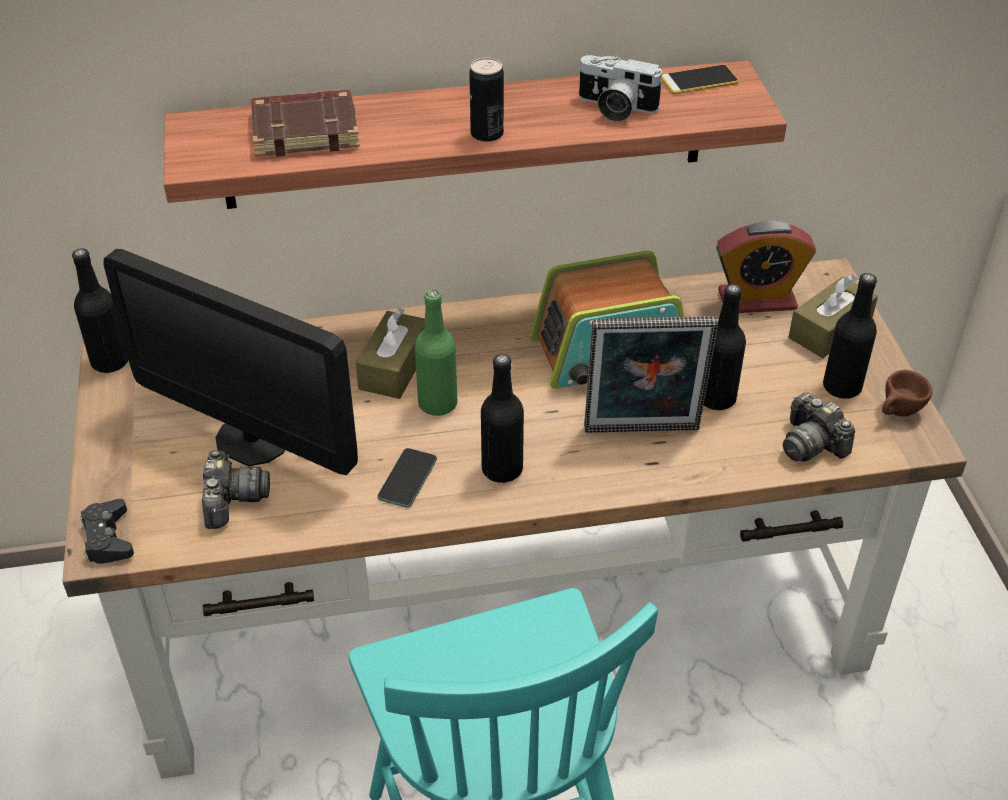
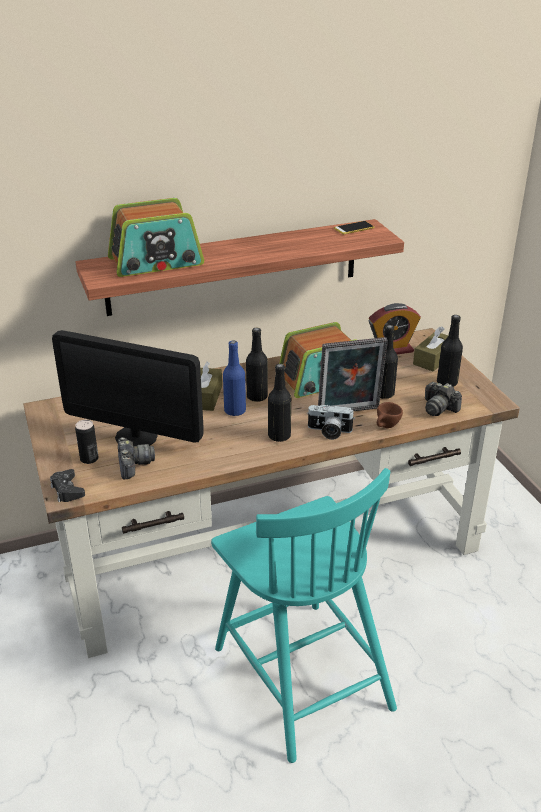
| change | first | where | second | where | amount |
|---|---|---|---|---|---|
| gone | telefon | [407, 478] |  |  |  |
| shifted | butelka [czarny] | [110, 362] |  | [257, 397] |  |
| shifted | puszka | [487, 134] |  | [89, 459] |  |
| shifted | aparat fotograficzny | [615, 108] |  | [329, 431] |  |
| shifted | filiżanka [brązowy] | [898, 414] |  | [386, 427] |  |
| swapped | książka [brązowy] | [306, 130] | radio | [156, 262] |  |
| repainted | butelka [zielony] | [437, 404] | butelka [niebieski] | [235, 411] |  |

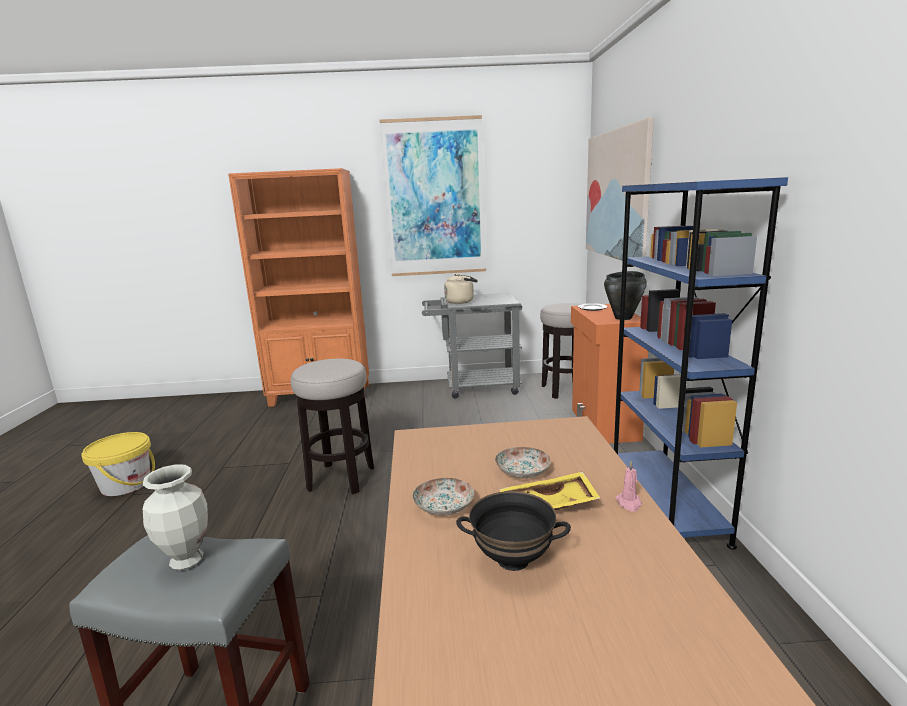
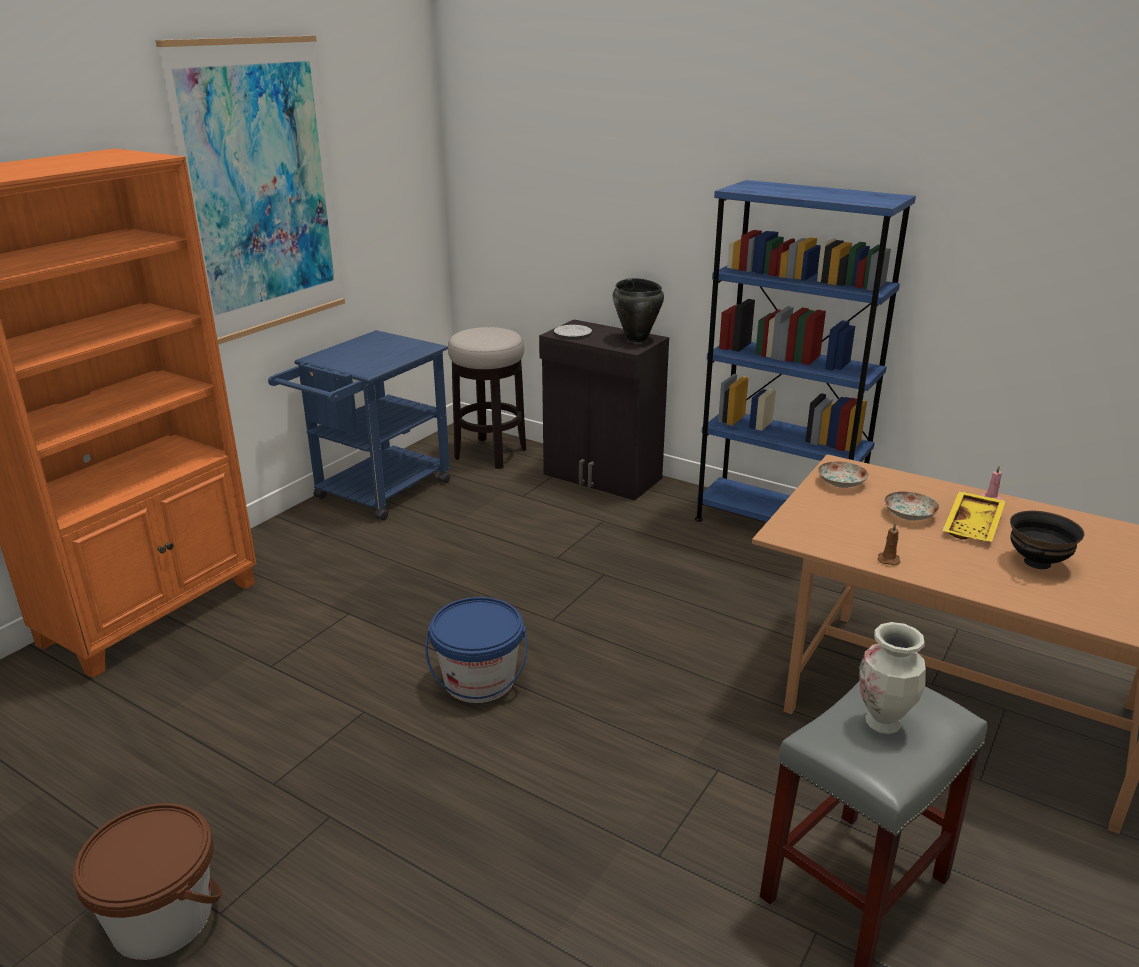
| change | first | where | second | where | amount |
|---|---|---|---|---|---|
| gone | czajnik [beżowy] | [461, 301] |  |  |  |
| gone | obraz | [616, 194] |  |  |  |
| new |  |  | świeca [brązowy] | [888, 559] |  |
| shifted | talerz | [444, 506] |  | [841, 482] |  |
| swapped | stołek | [341, 479] | wiadro [niebieski] | [479, 680] |  |
| repainted | wiadro [żółty] | [126, 484] | wiadro [brązowy] | [162, 918] |  |
| repainted | wózek [szary] | [475, 387] | wózek [niebieski] | [375, 494] |  |
| repainted | szafka [pomarańczowy] | [603, 424] | szafka [czarny] | [602, 477] |  |

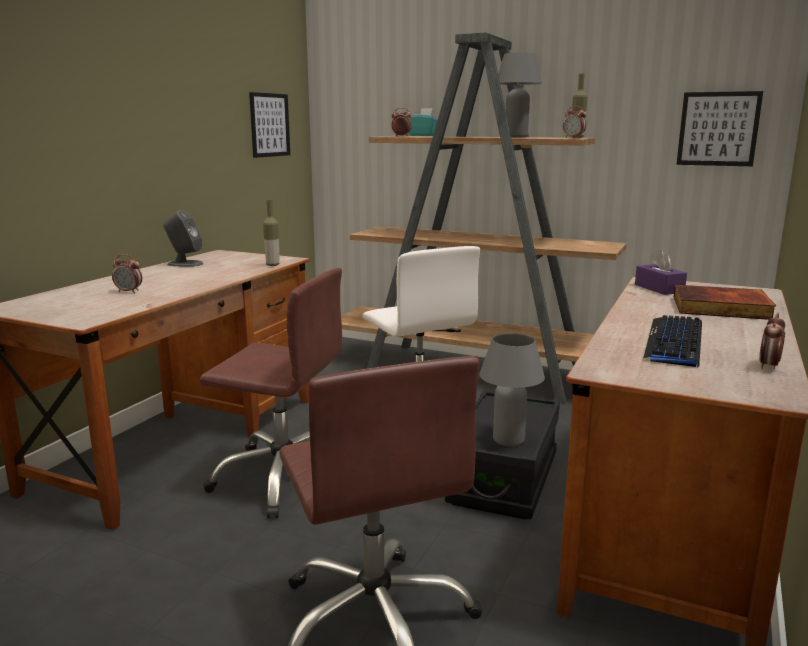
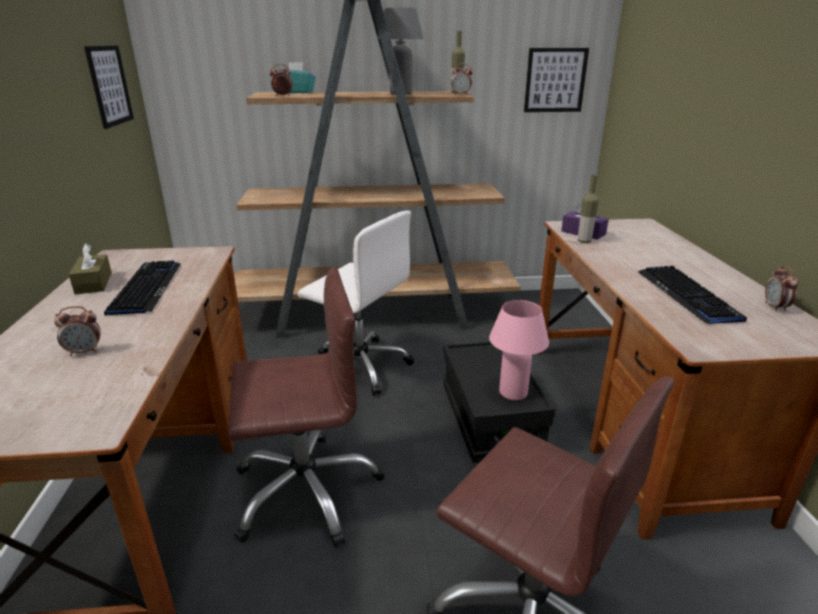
| change | first | where | second | where | amount |
|---|---|---|---|---|---|
| gone | książka | [720, 308] |  |  |  |
| new |  |  | klawiatura | [146, 288] |  |
| shifted | butelka | [272, 265] |  | [584, 241] |  |
| swapped | głośnik [szary] | [184, 264] | pudełko chusteczek [brązowy] | [94, 283] |  |
| repainted | lampa stołowa [szary] | [508, 440] | lampa stołowa [różowy] | [513, 393] |  |

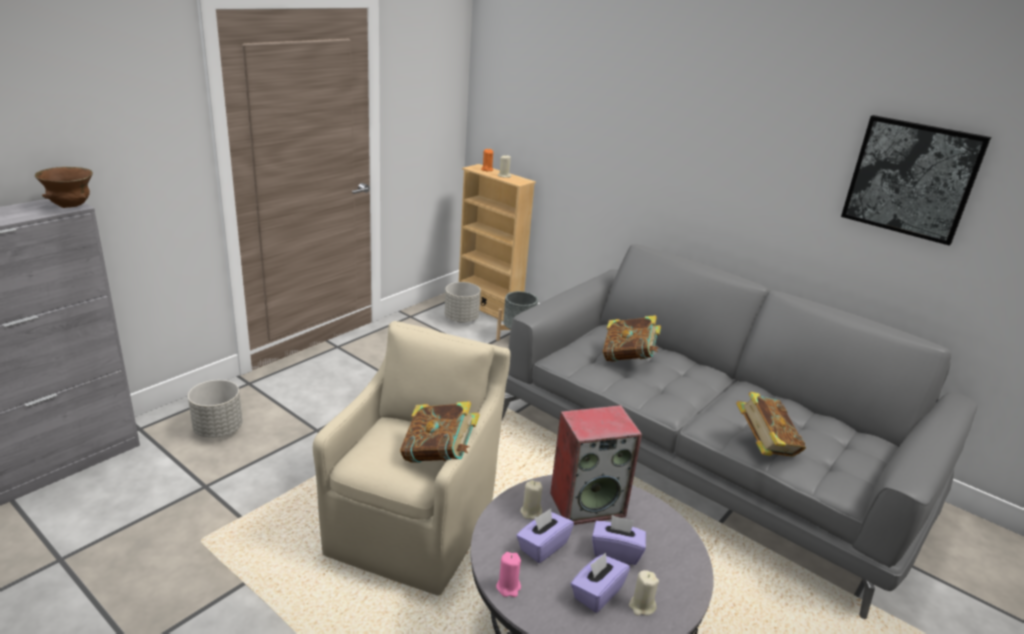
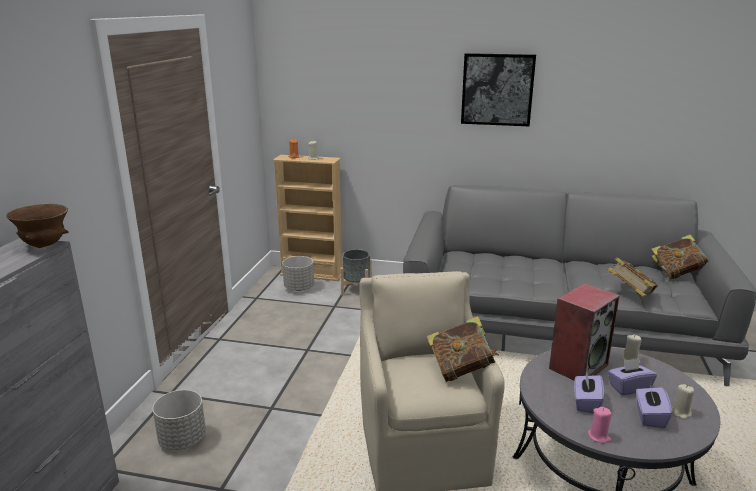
| change | first | where | second | where | amount |
|---|---|---|---|---|---|
| shifted | świeca [beżowy] | [531, 512] |  | [630, 359] |  |
| shifted | książka | [628, 358] |  | [676, 273] |  |
| shifted | obraz | [911, 178] |  | [497, 89] |  |

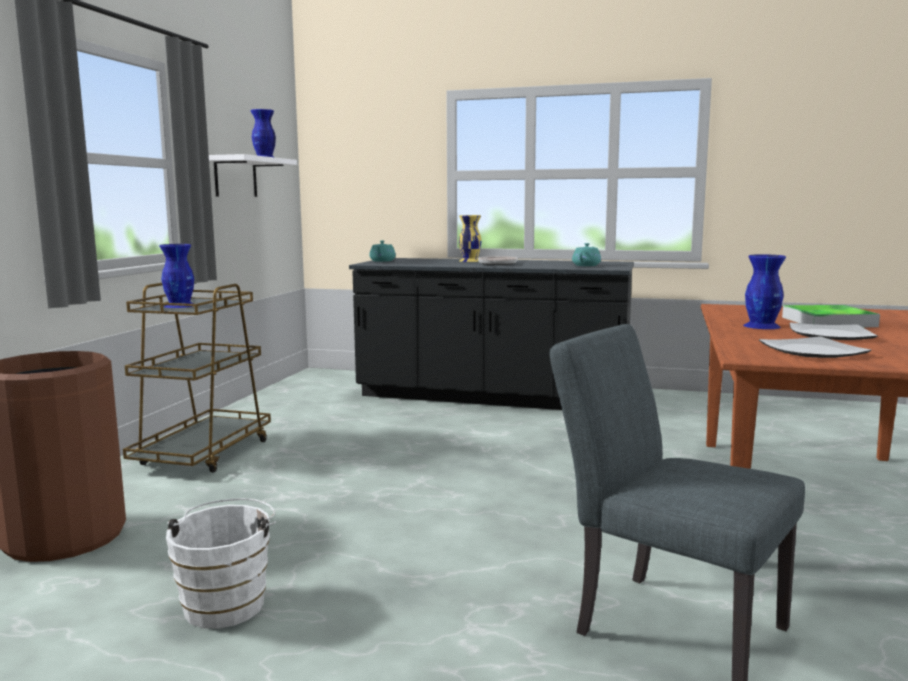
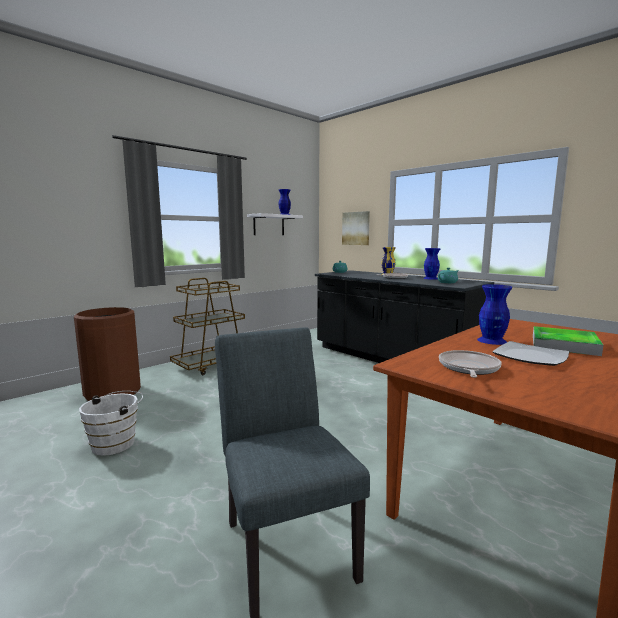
| change | first | where | second | where | amount |
|---|---|---|---|---|---|
| new |  |  | obraz | [356, 228] |  |
| shifted | wazon [niebieski] | [180, 305] |  | [431, 278] |  |
| swapped | talerz | [812, 351] | patelnia | [468, 368] |  |

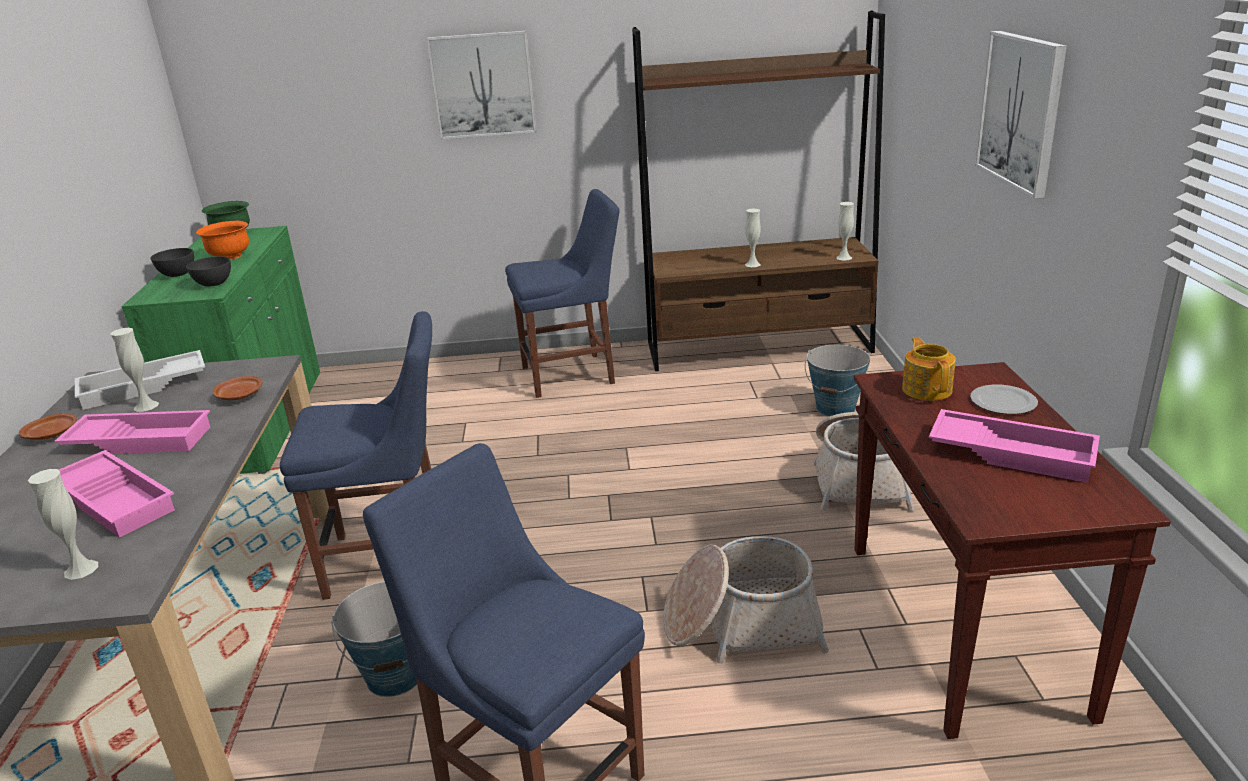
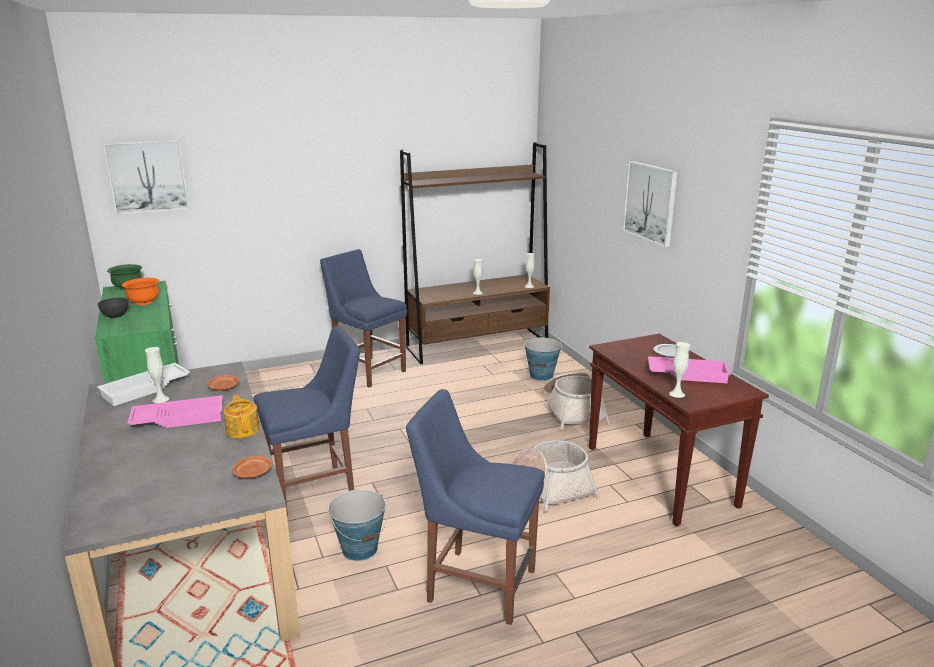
| change | first | where | second | where | amount |
|---|---|---|---|---|---|
| gone | taca [różowy] | [117, 500] |  |  |  |
| gone | miska [szary] | [213, 284] |  |  |  |
| shifted | talerz [brązowy] | [52, 434] |  | [253, 473] |  |
| shifted | wazon [biały] | [81, 569] |  | [677, 394] |  |
| shifted | obraz | [483, 85] |  | [147, 176] |  |
| shifted | imbryk | [927, 389] |  | [243, 429] |  |
| rotated | krzesło [niebieski] | [573, 374] |  | [367, 370] | 105 degrees counterclockwise |

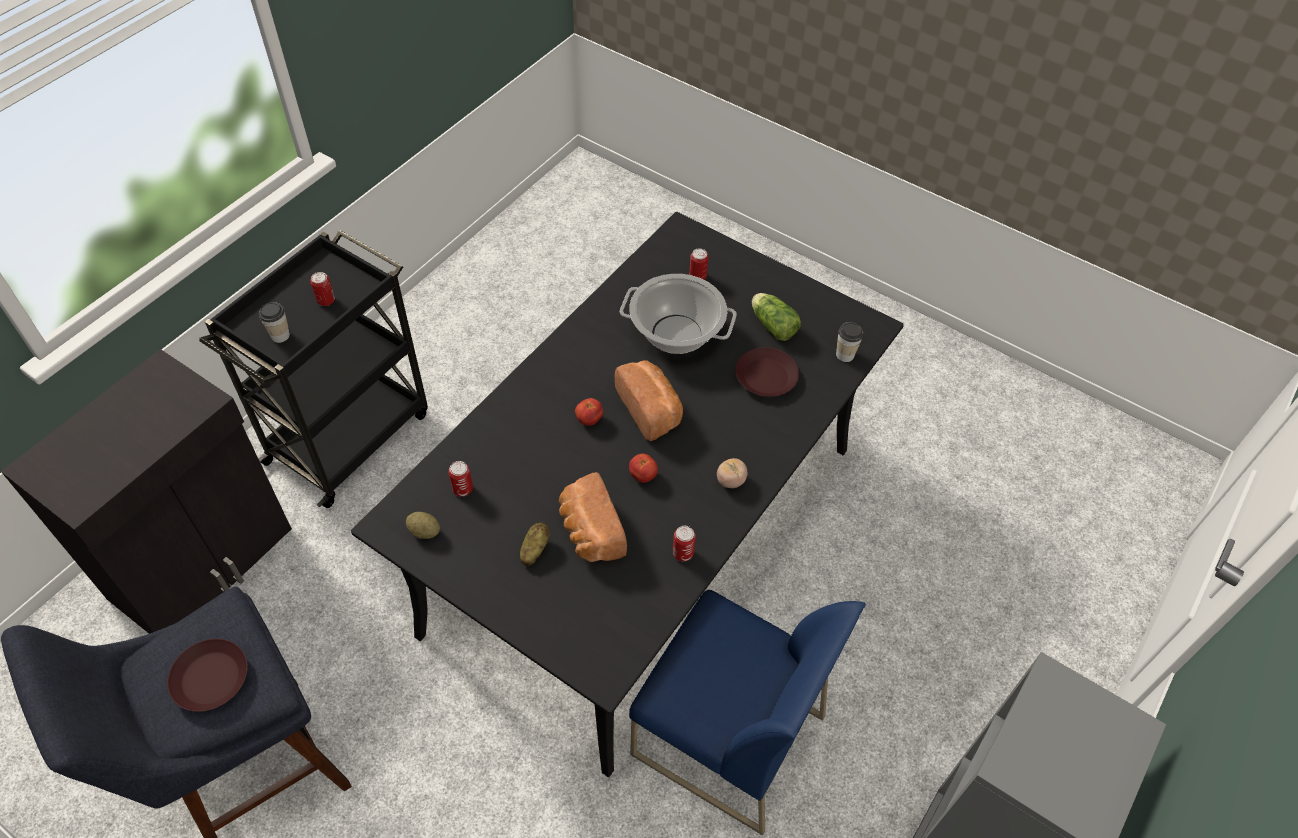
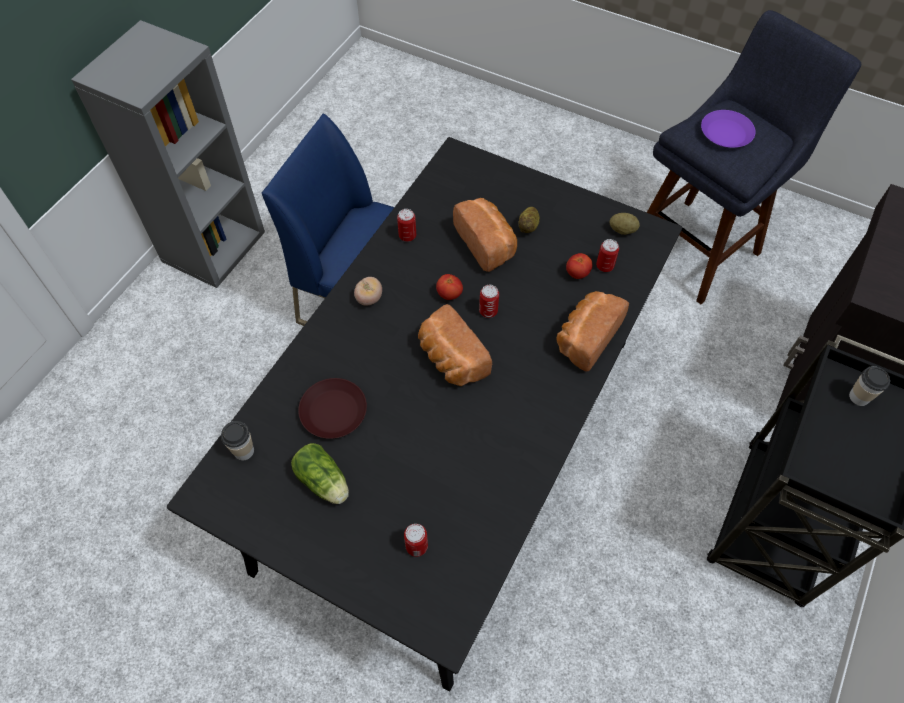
| change | first | where | second | where | amount |
|---|---|---|---|---|---|
| gone | garnek | [676, 334] |  |  |  |
| new |  |  | chleb | [586, 337] |  |
| shifted | puszka | [326, 300] |  | [488, 311] |  |
| shifted | pomidor | [589, 419] |  | [577, 273] |  |
| repainted | talerz [brązowy] | [211, 677] | talerz [fioletowy] | [726, 134] |  |

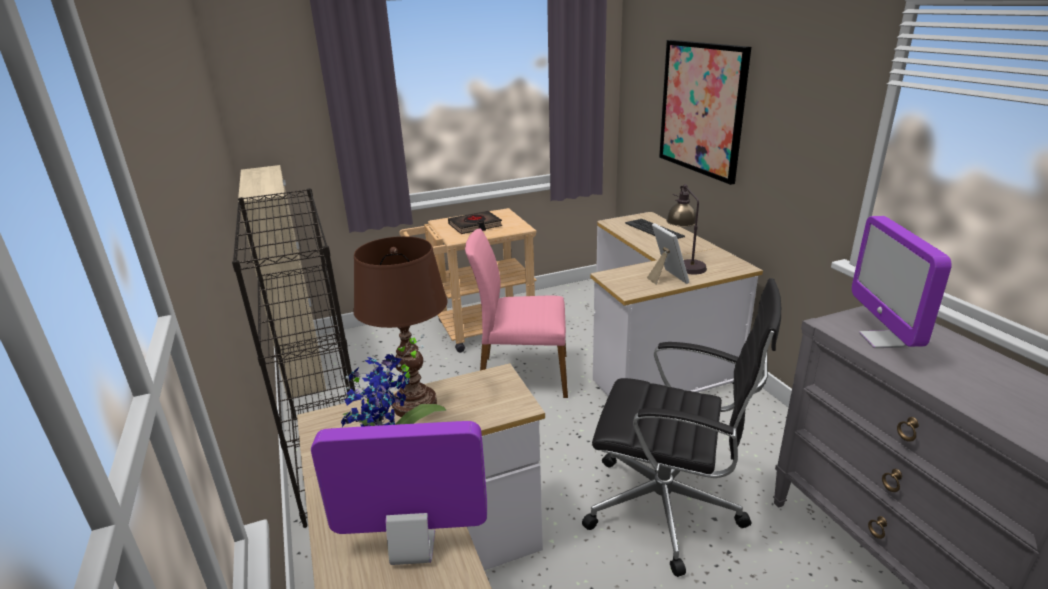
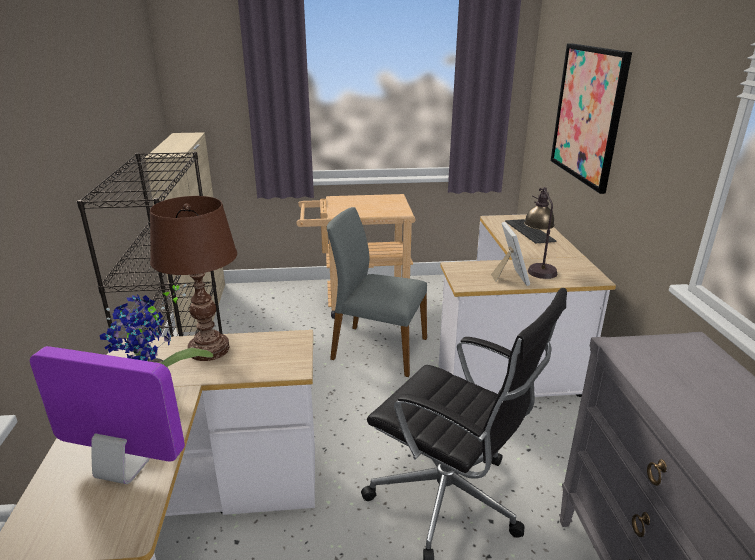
| change | first | where | second | where | amount |
|---|---|---|---|---|---|
| gone | książka [czarny] | [475, 226] |  |  |  |
| gone | monitor | [883, 340] |  |  |  |
| repainted | krzesło [różowy] | [522, 375] | krzesło [szary] | [378, 349] |  |

